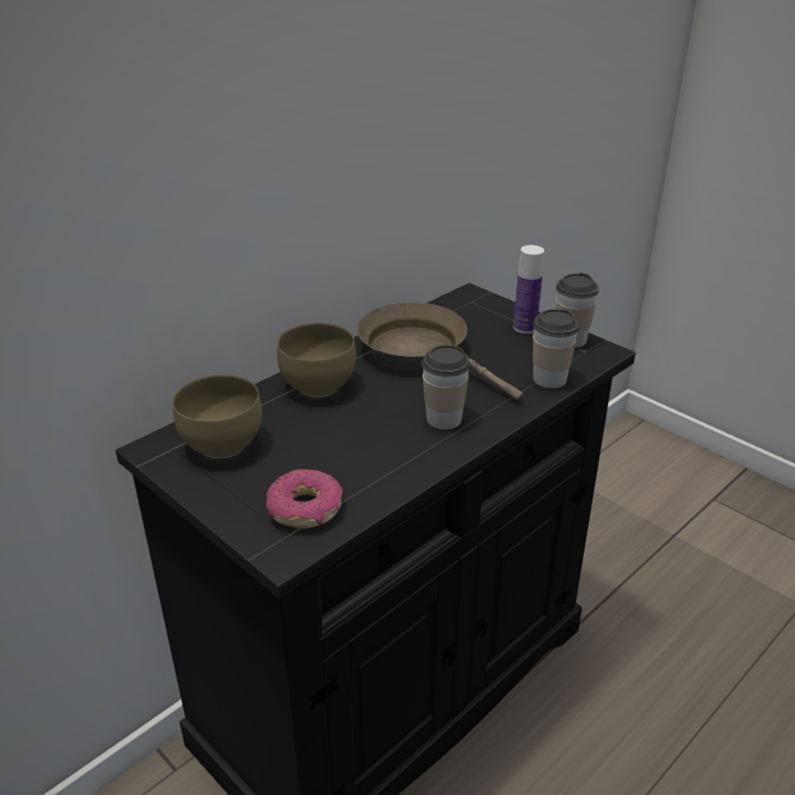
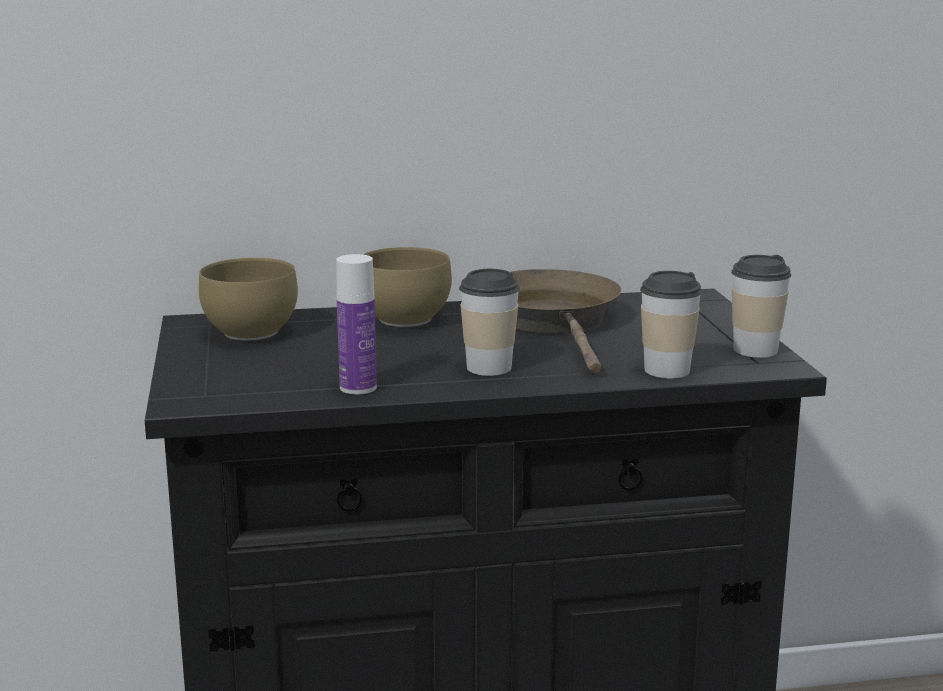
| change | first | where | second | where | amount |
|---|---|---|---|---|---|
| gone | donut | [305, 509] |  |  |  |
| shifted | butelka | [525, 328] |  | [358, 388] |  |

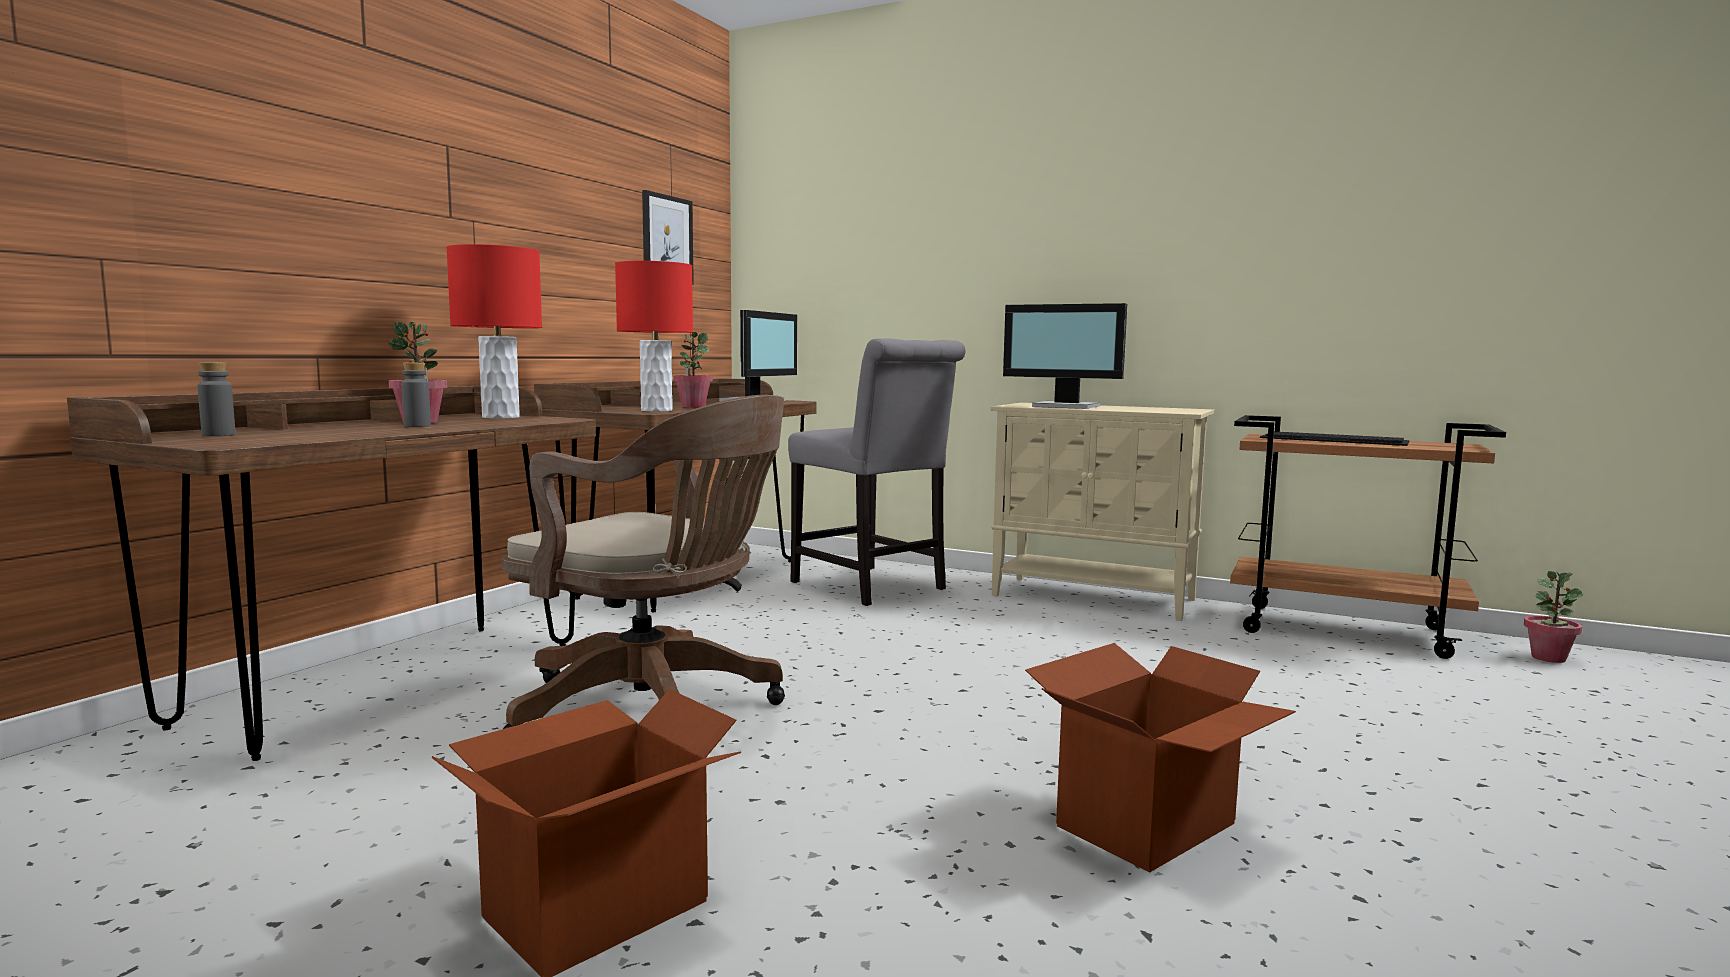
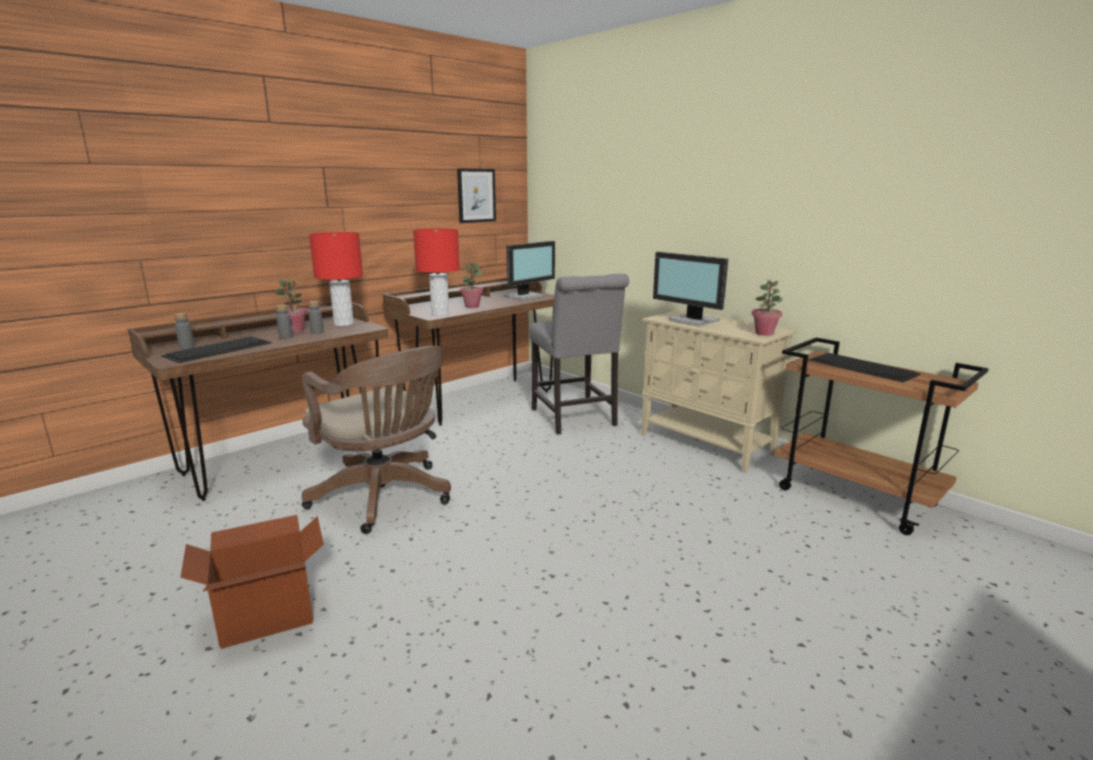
| change | first | where | second | where | amount |
|---|---|---|---|---|---|
| gone | karton | [1148, 825] |  |  |  |
| new |  |  | klawiatura | [219, 349] |  |
| new |  |  | butelka [szary] | [317, 332] |  |
| shifted | roślina doniczkowa | [1548, 658] |  | [764, 333] |  |

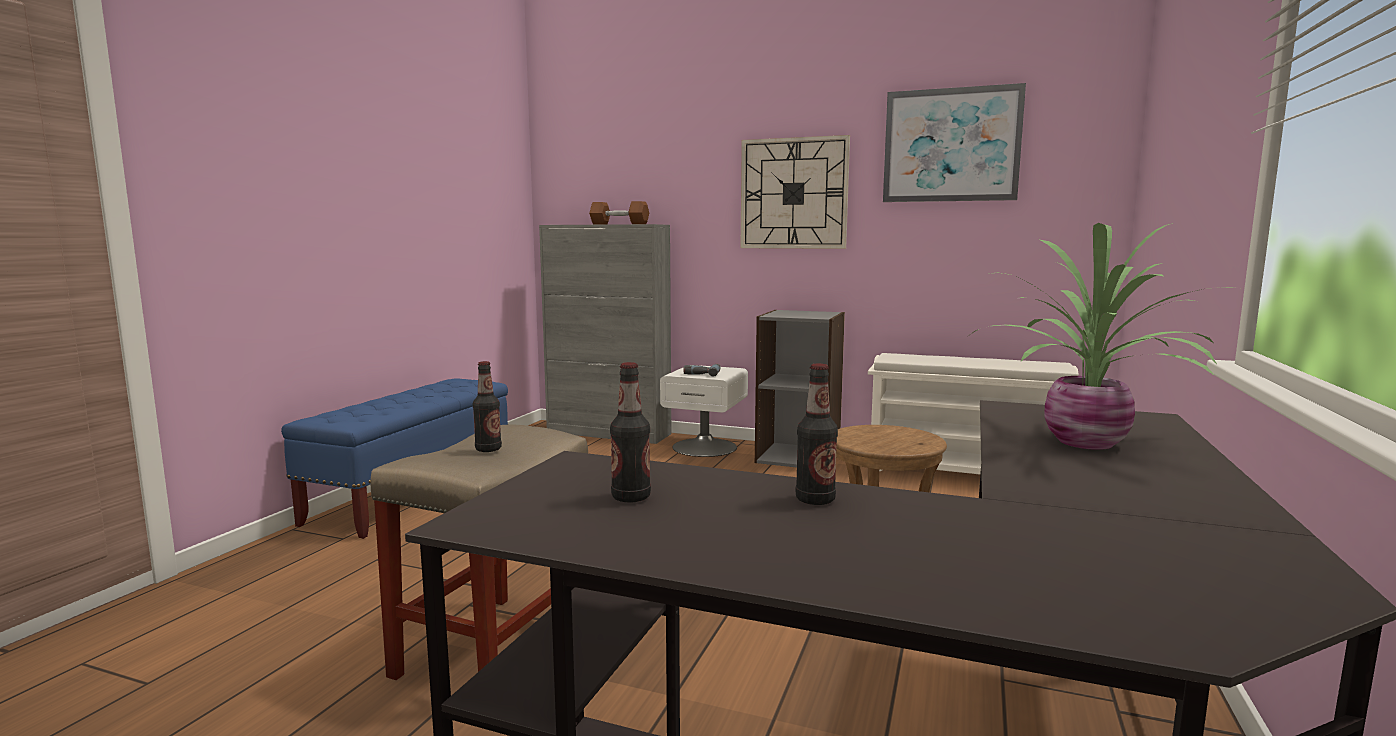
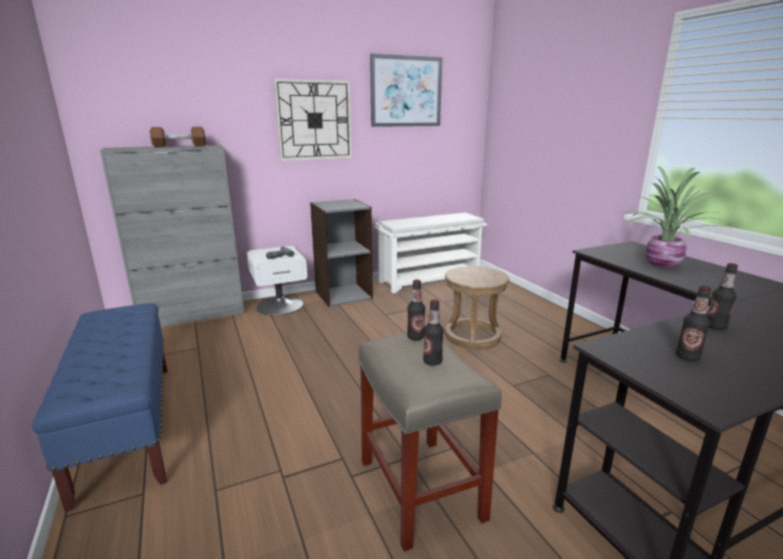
| change | first | where | second | where | amount |
|---|---|---|---|---|---|
| new |  |  | butelka | [415, 337] |  |

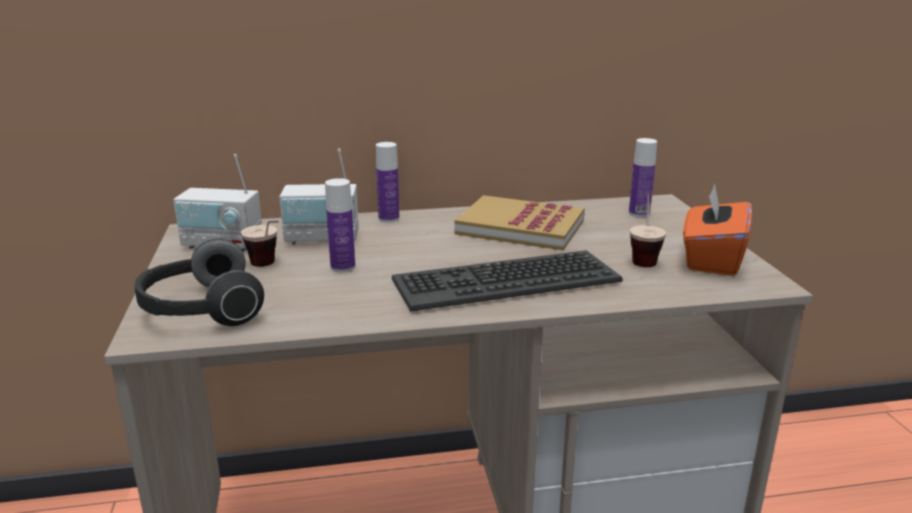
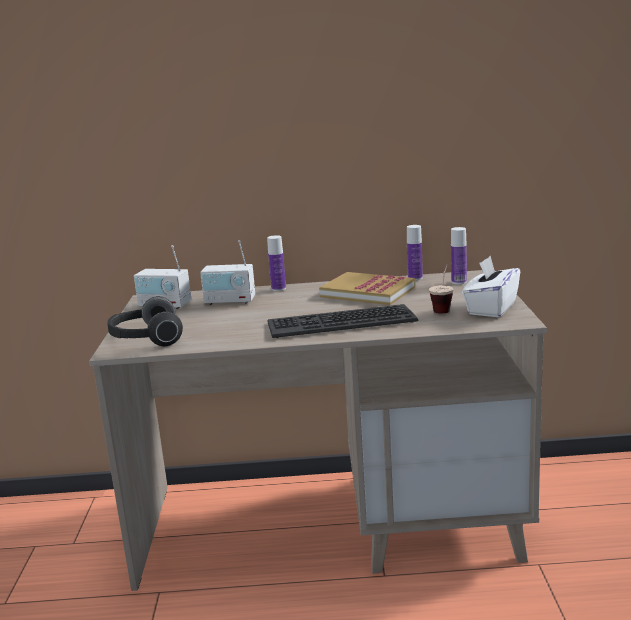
| change | first | where | second | where | amount |
|---|---|---|---|---|---|
| gone | filiżanka | [269, 267] |  |  |  |
| shifted | butelka | [343, 267] |  | [415, 278] |  |
| repainted | pudełko chusteczek [pomarańczowy] | [711, 259] | pudełko chusteczek [biały] | [491, 308] |  |

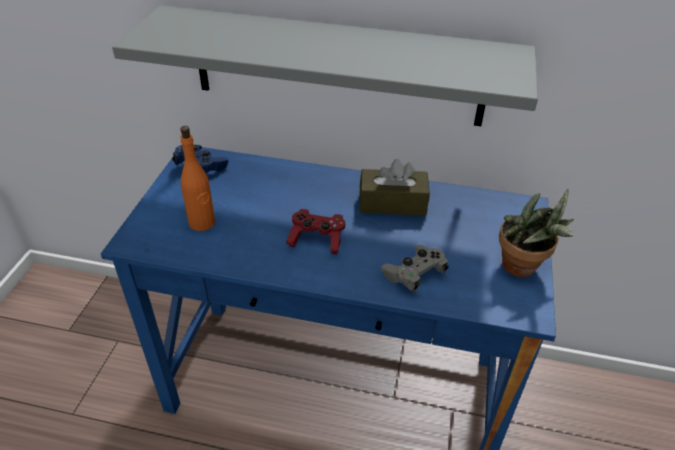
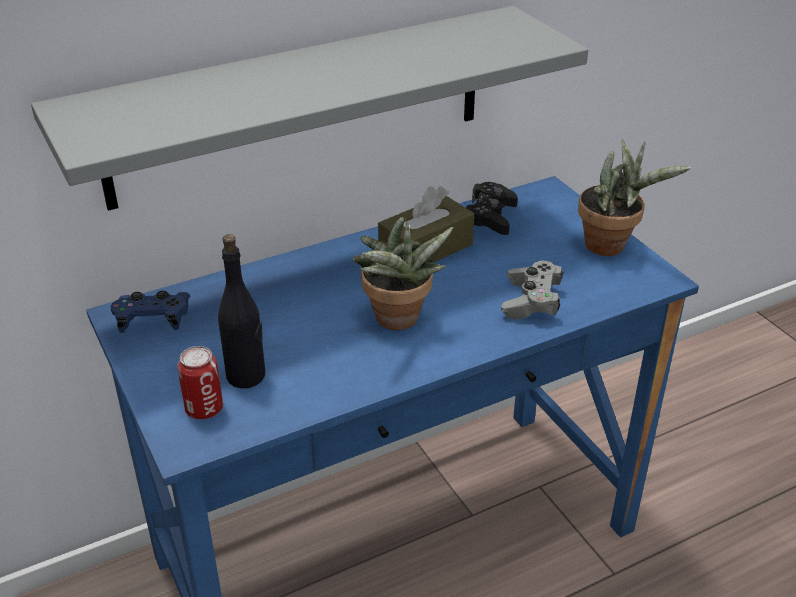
| change | first | where | second | where | amount |
|---|---|---|---|---|---|
| new |  |  | puszka | [204, 409] |  |
| new |  |  | pad do gier [czarny] | [490, 216] |  |
| swapped | pad do gier [czerwony] | [317, 239] | roślina doniczkowa | [397, 322] |  |
| repainted | butelka [pomarańczowy] | [202, 223] | butelka [czarny] | [246, 376] |  |

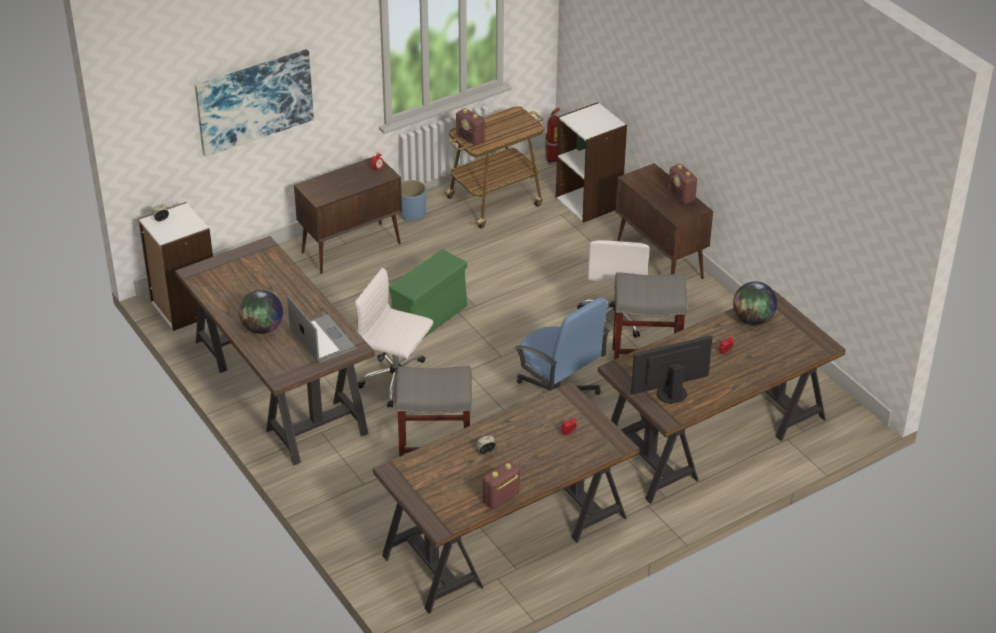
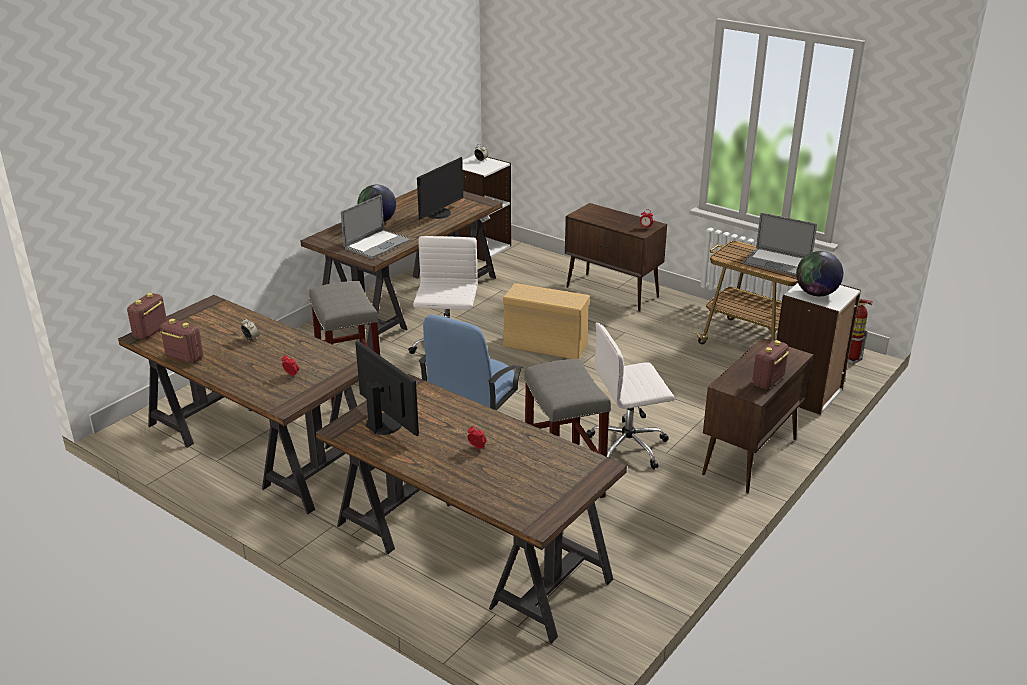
| change | first | where | second | where | amount |
|---|---|---|---|---|---|
| gone | obraz | [254, 101] |  |  |  |
| gone | donica [niebieski] | [411, 213] |  |  |  |
| new |  |  | monitor | [439, 214] |  |
| new |  |  | laptop | [777, 262] |  |
| shifted | radio | [470, 139] |  | [150, 332] |  |
| shifted | globus | [753, 320] |  | [816, 294] |  |
| repainted | pojemnik do przechowywania [zielony] | [429, 317] | pojemnik do przechowywania [beżowy] | [546, 346] |  |

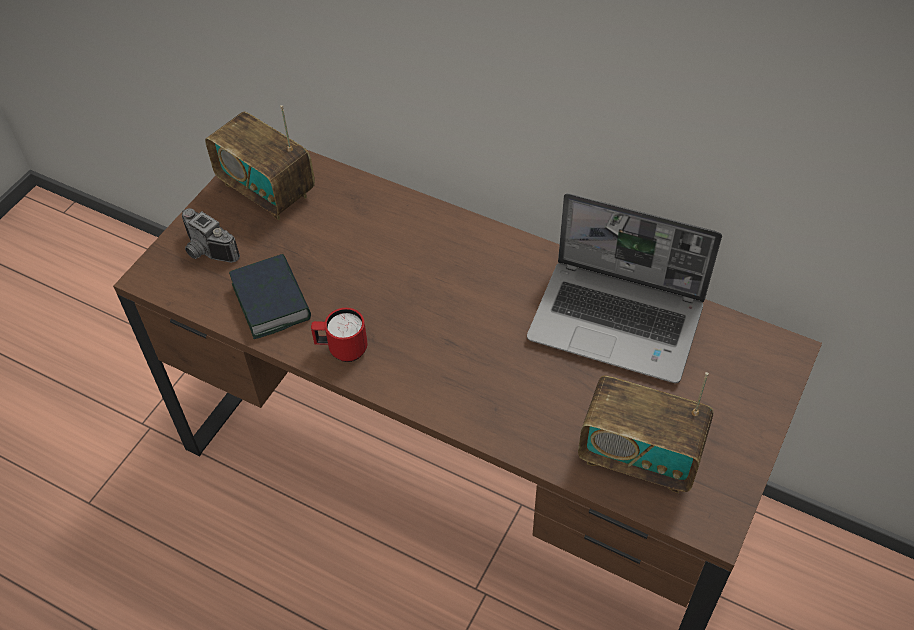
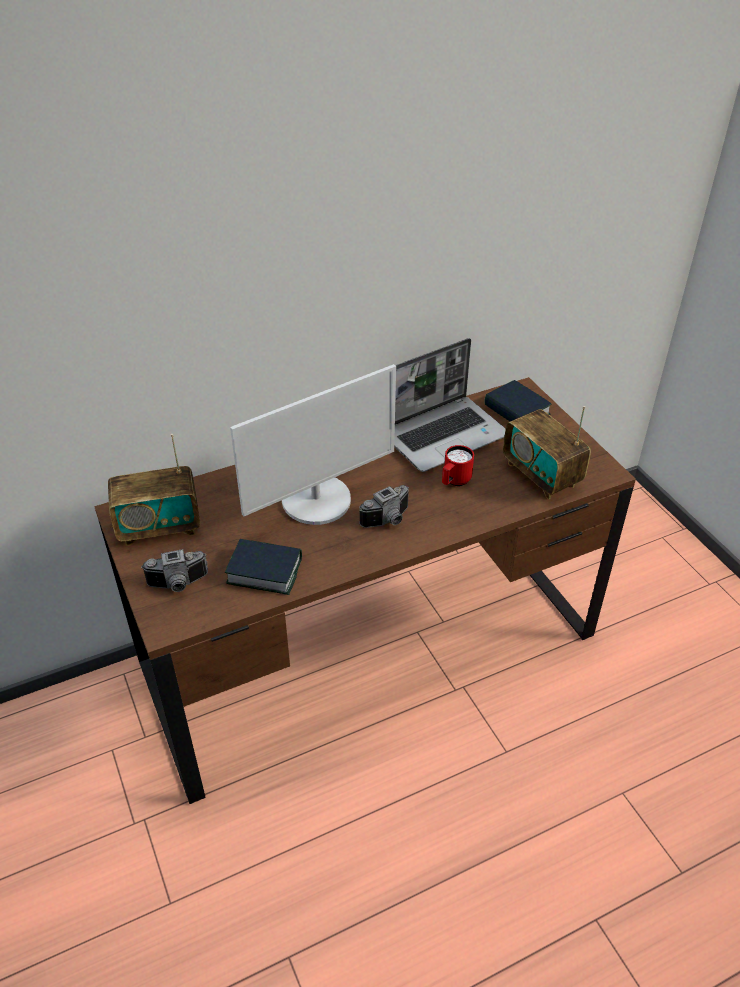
| change | first | where | second | where | amount |
|---|---|---|---|---|---|
| new |  |  | monitor | [317, 500] |  |
| new |  |  | aparat fotograficzny | [389, 520] |  |
| new |  |  | książka | [516, 410] |  |
| shifted | kubek [czerwony] | [342, 350] |  | [454, 481] |  |
| rotated | radio | [639, 456] |  | [541, 475] | 90 degrees clockwise |

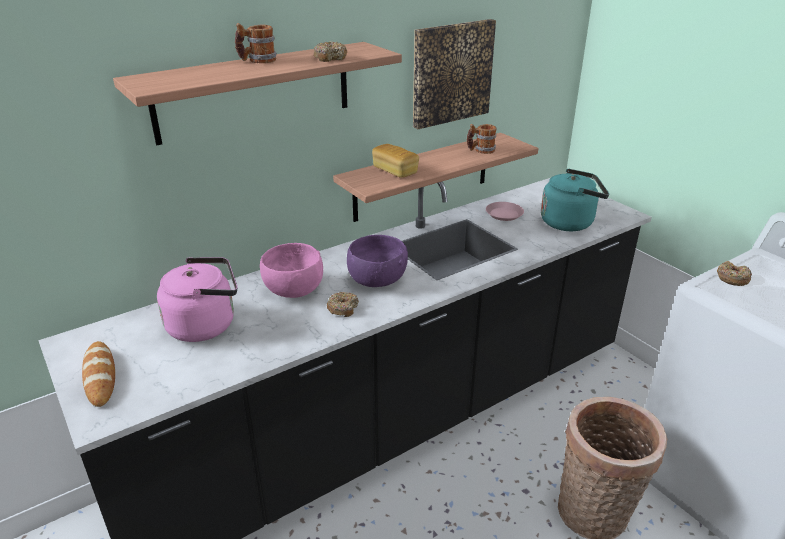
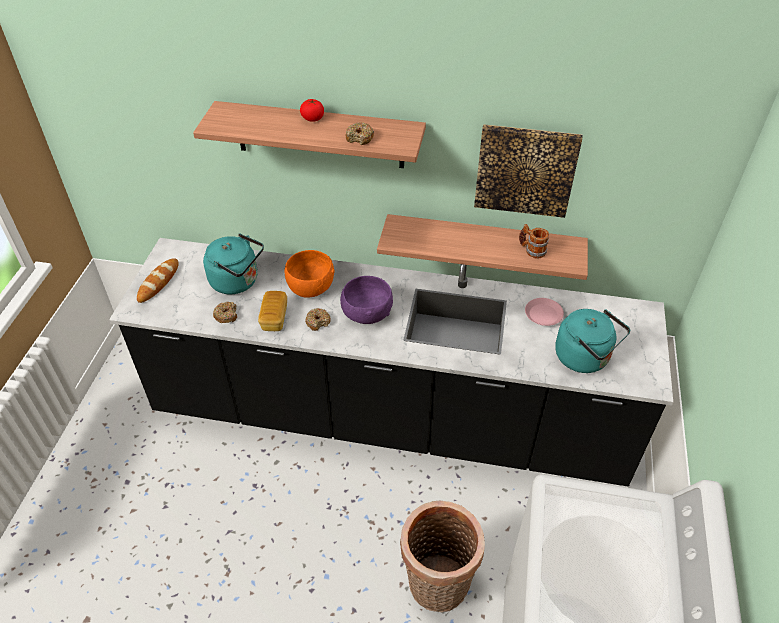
| change | first | where | second | where | amount |
|---|---|---|---|---|---|
| shifted | chleb | [395, 171] |  | [274, 318] |  |
| shifted | donut | [732, 278] |  | [226, 315] |  |
| swapped | kubek | [257, 61] | pomidor | [313, 118] |  |
| repainted | czajnik [różowy] | [206, 325] | czajnik [turkusowy] | [237, 281] |  |
| repainted | miska [różowy] | [294, 290] | miska [pomarańczowy] | [310, 287] |  |

